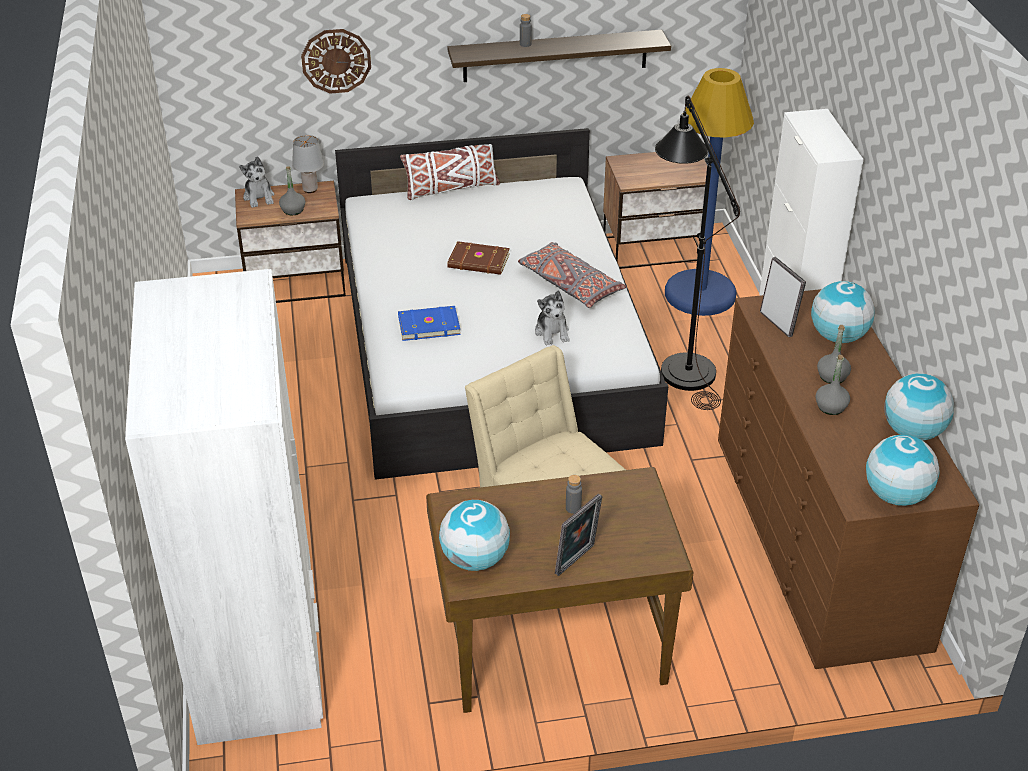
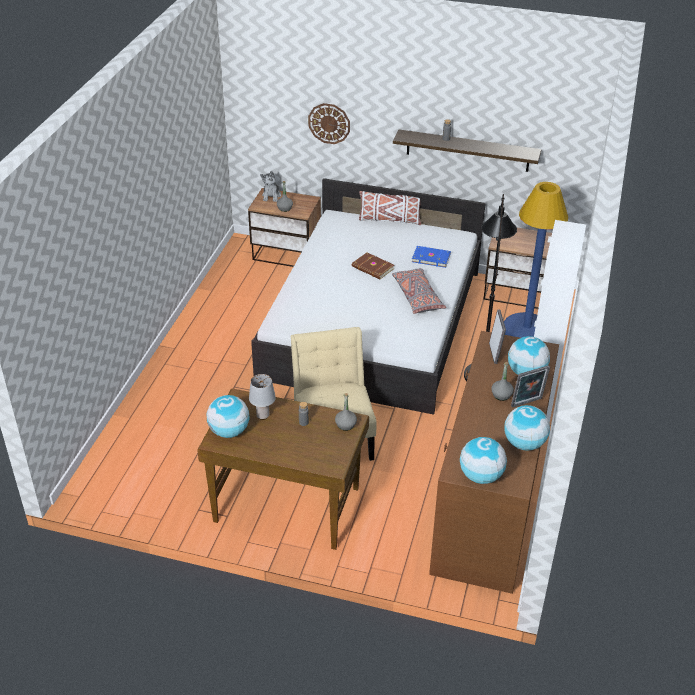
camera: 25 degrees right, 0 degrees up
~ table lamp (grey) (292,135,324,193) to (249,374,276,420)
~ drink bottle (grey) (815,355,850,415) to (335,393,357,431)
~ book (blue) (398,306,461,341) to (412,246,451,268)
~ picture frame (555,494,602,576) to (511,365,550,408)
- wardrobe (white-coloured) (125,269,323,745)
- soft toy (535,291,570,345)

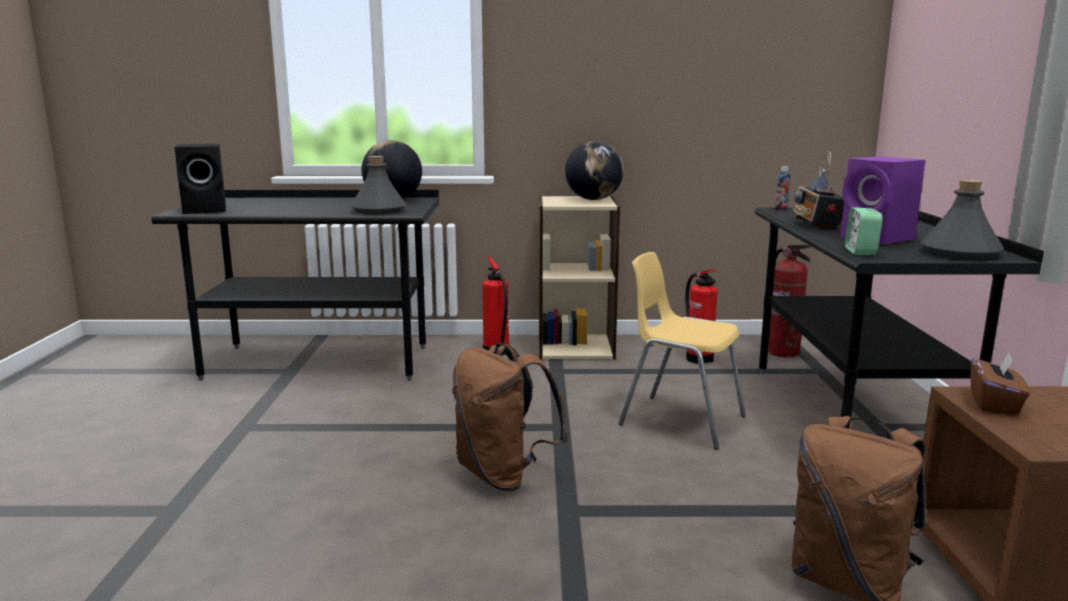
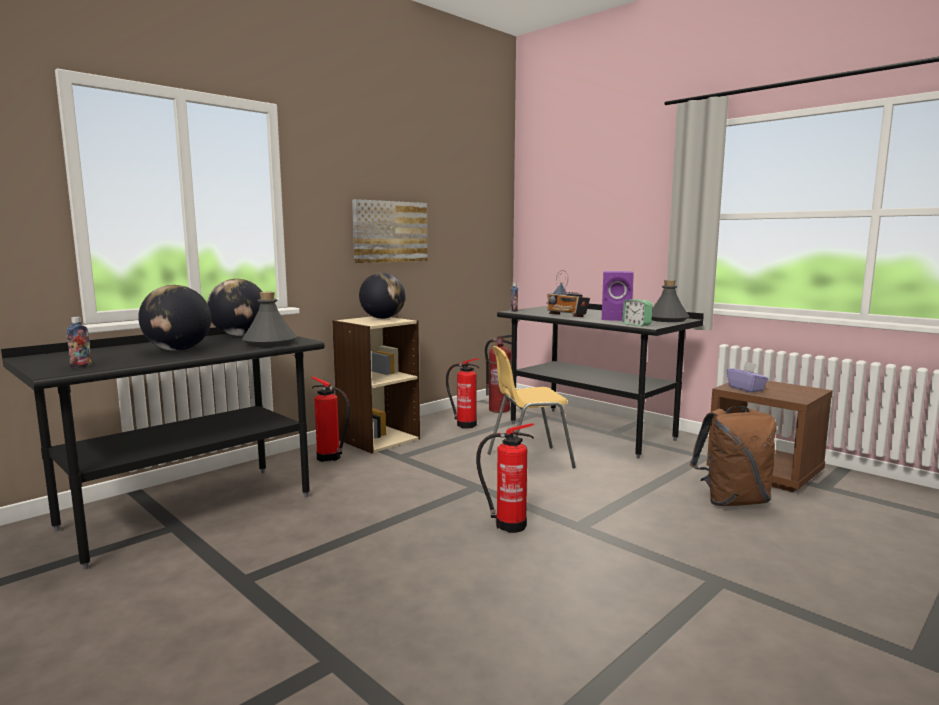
camera: 45 degrees left, 5 degrees down
~ loudspeaker (black-coloured) (174,143,226,214) to drink bottle (67,317,92,368)
+ globe (138,285,211,351)
+ wall picture (352,199,428,263)
~ backpack (brown-coloured) (452,343,568,491) to fire-fighting cylinder (476,423,534,533)
~ box of tissues (brown-coloured) (970,353,1030,415) to box of tissues (purple) (727,361,768,393)

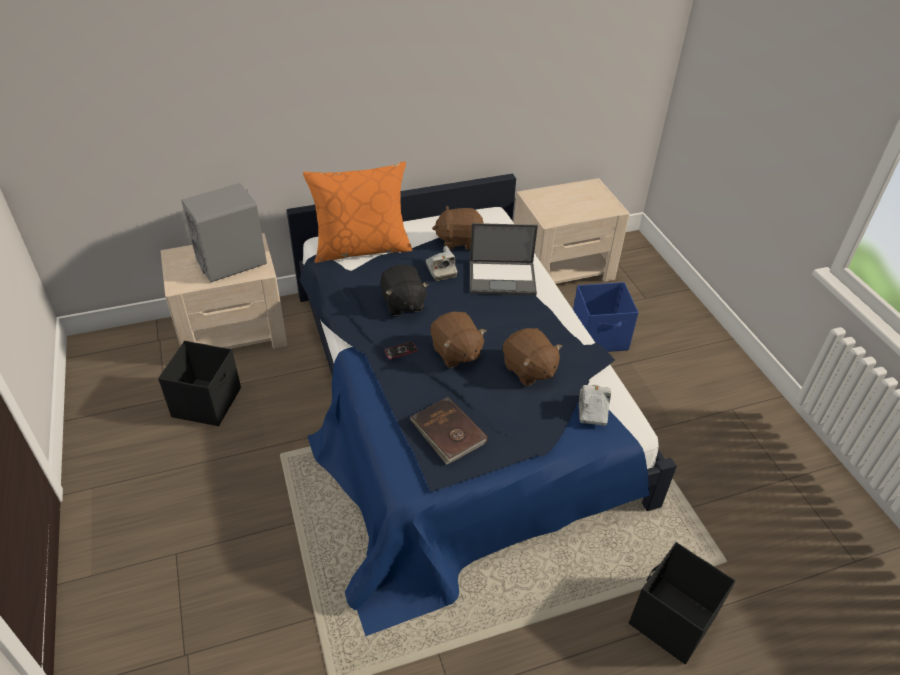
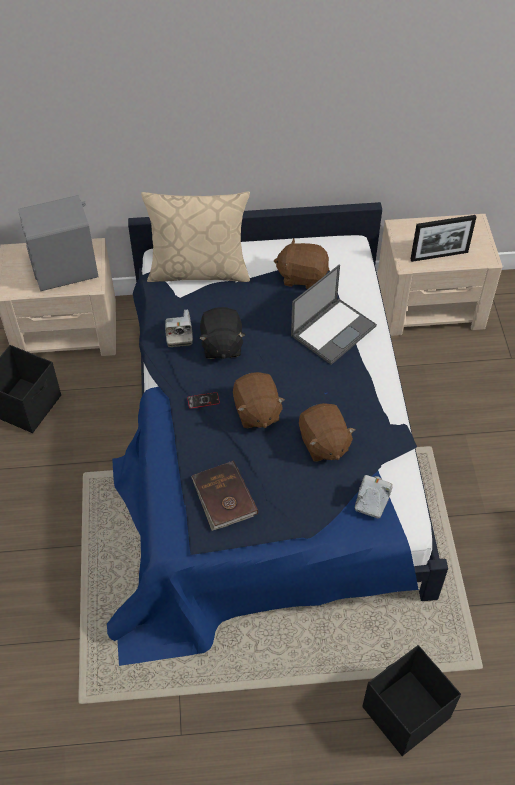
camera: 15 degrees right, 10 degrees up
~ throw pillow (orangey) (303,161,413,263) to throw pillow (sand-coloured) (141,192,250,282)
~ photo camera (426,246,457,281) to (165,310,193,347)
~ notebook computer (470,223,538,295) = (291,264,377,365) 60 degrees counterclockwise
+ picture frame (410,215,476,262)
- storage container (blue) (573,282,639,352)

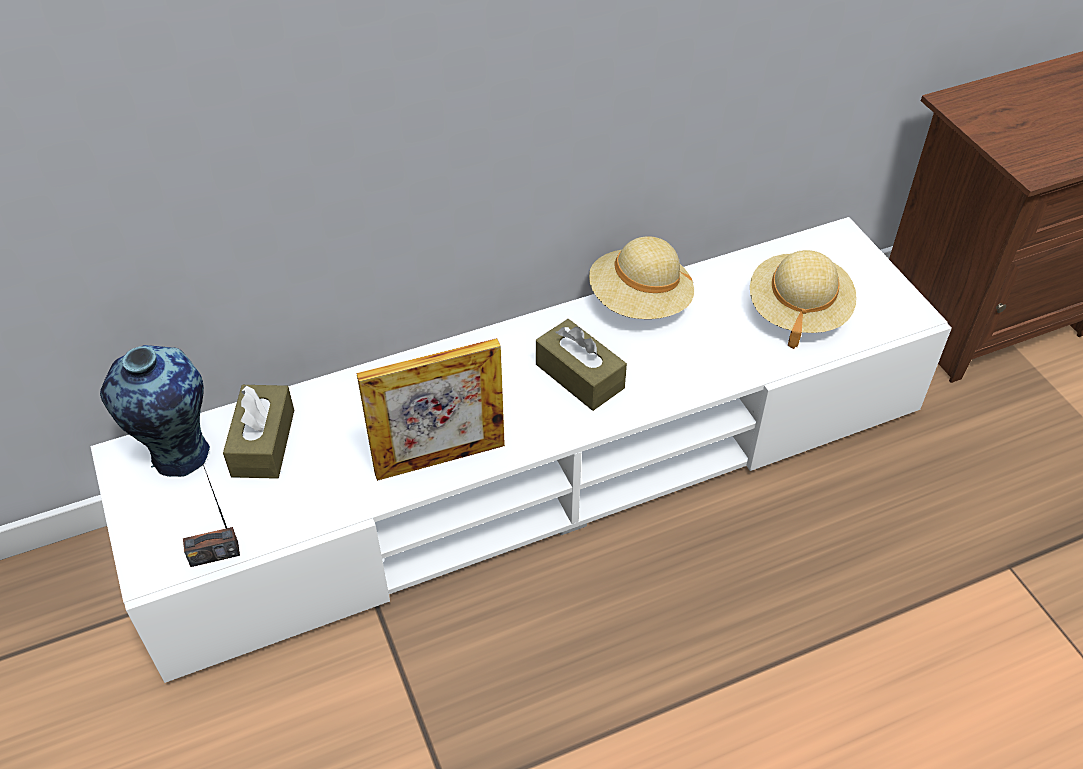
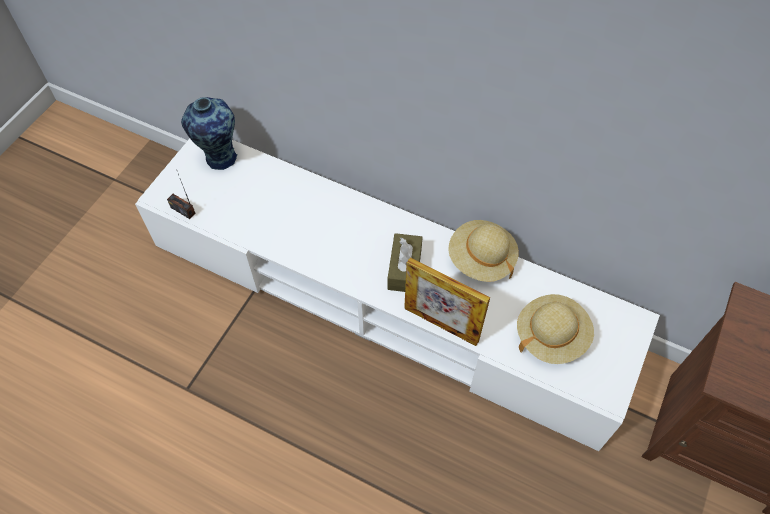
camera: 50 degrees right, 10 degrees up
~ picture frame (356,338,505,481) to (404,257,490,346)
- box of tissues (brown-coloured) (223,385,294,479)

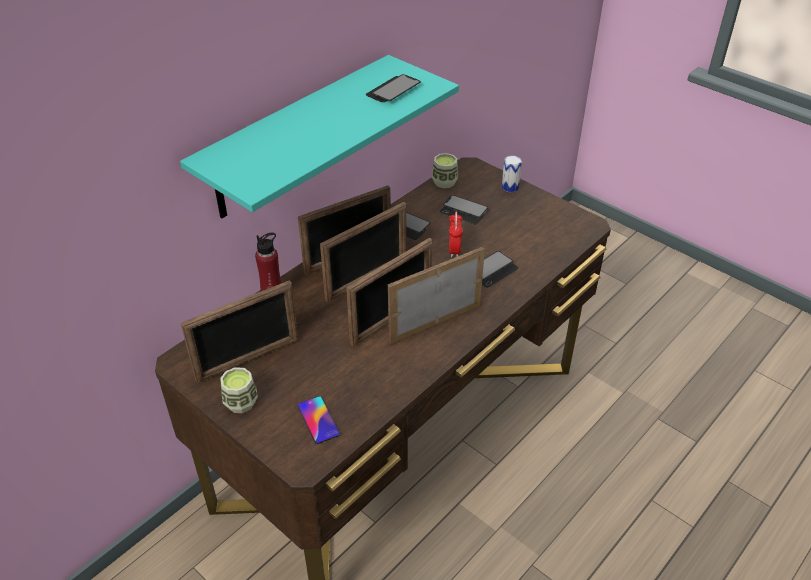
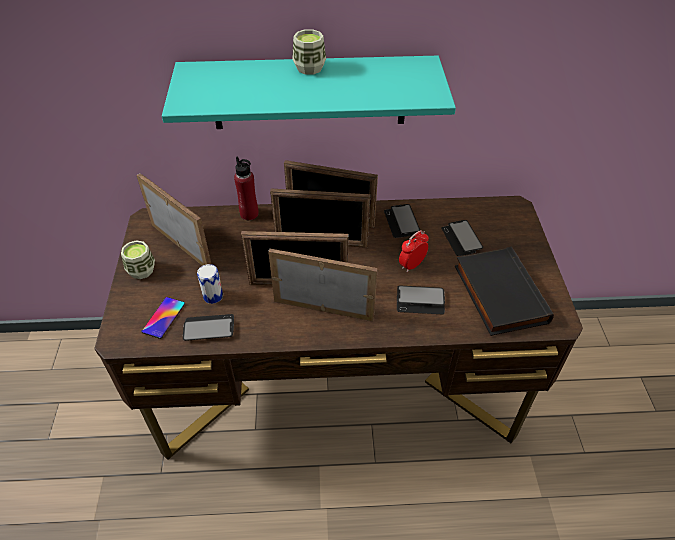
camera: 45 degrees right, 5 degrees up
~ picture frame (181,280,299,383) = (136,173,211,266) 150 degrees counterclockwise
~ handset (366,74,421,102) to (183,314,234,341)
~ metal can (502,155,522,192) to (197,264,223,304)
~ drinking cup (432,153,458,188) to (292,29,326,75)
+ book (black-coloured) (455,247,554,336)

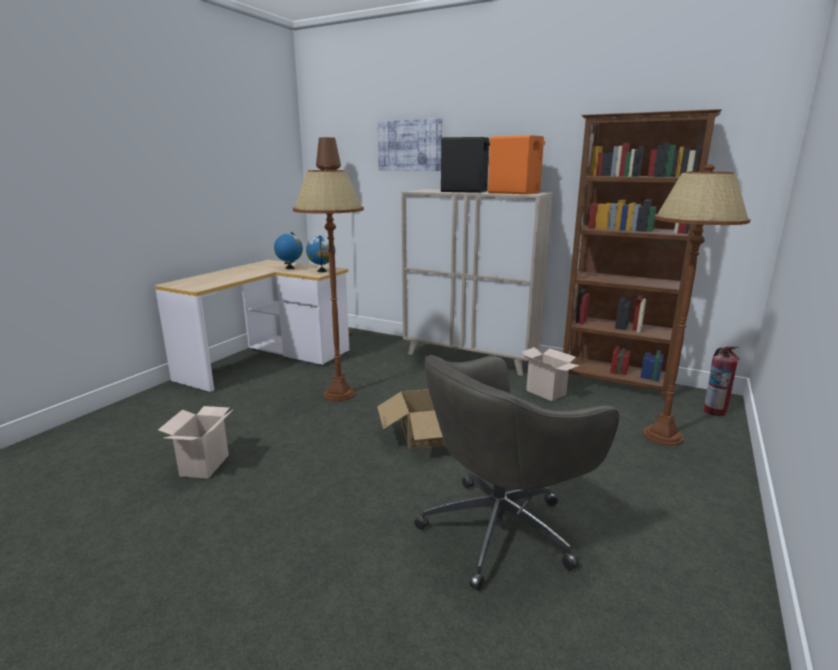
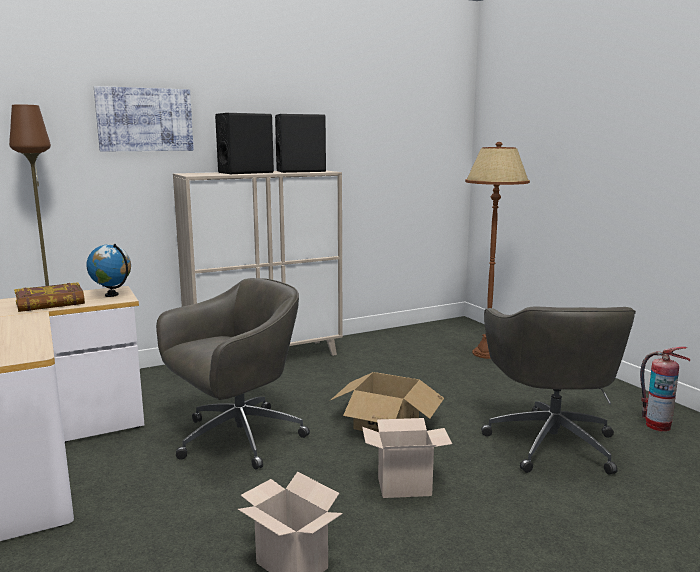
camera: 55 degrees left, 5 degrees down
~ globe (274,232,303,269) to book (14,282,85,312)
~ standard lamp (brown-coloured) (293,164,364,401) to desk chair (grey) (156,278,310,470)
~ loudspeaker (orangey) (488,135,545,194) to loudspeaker (black-coloured) (275,114,326,173)
~ carton (521,347,580,401) to (362,418,452,498)
~ fire-fighting cylinder (704,346,739,416) to (640,347,690,431)
- bookcase (brown-coloured) (563,109,722,400)

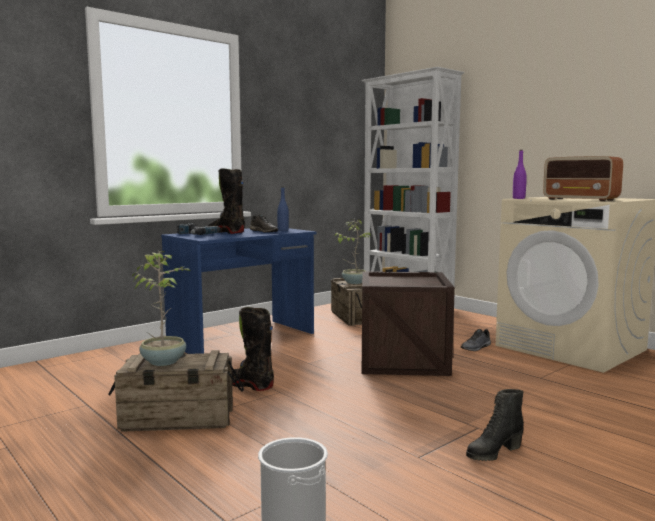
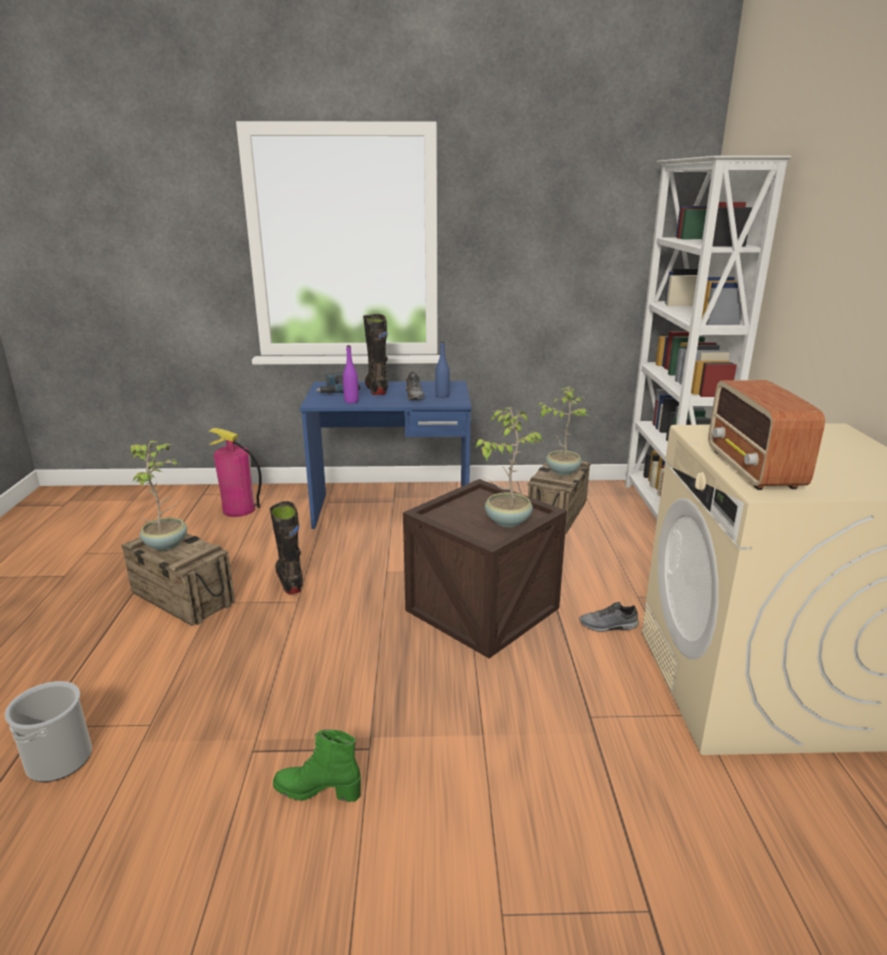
camera: 40 degrees right, 15 degrees up
+ fire-fighting cylinder (208,428,262,517)
~ boot (black-coloured) (466,389,524,461) to boot (green) (273,729,361,802)
~ drink bottle (purple) (513,150,527,199) to (343,345,359,403)
+ houseplant (476,407,543,527)

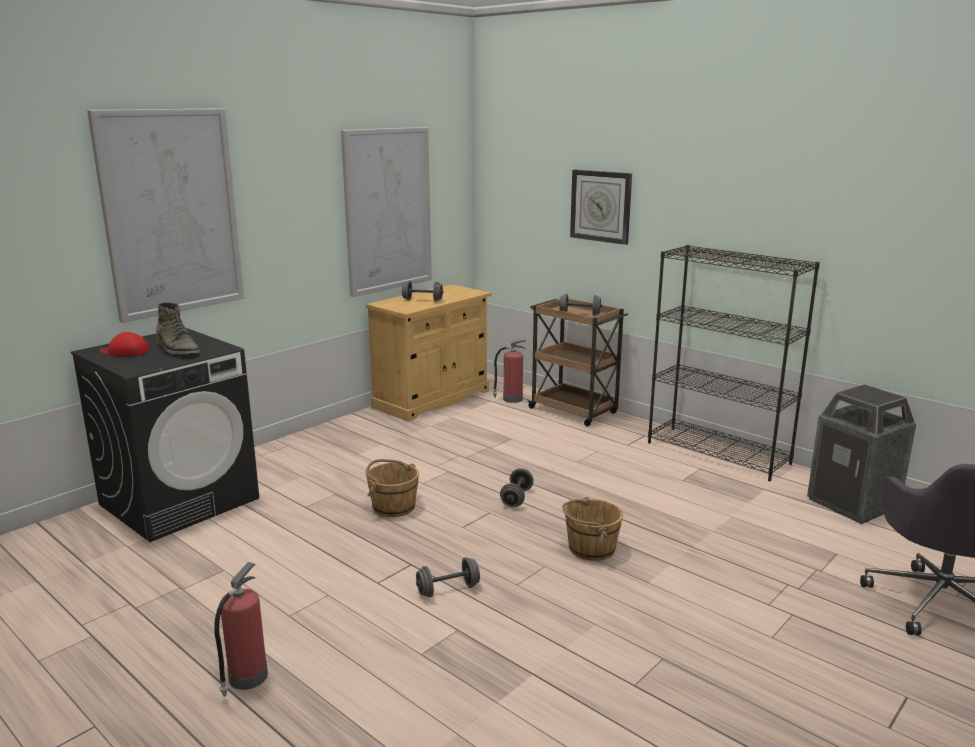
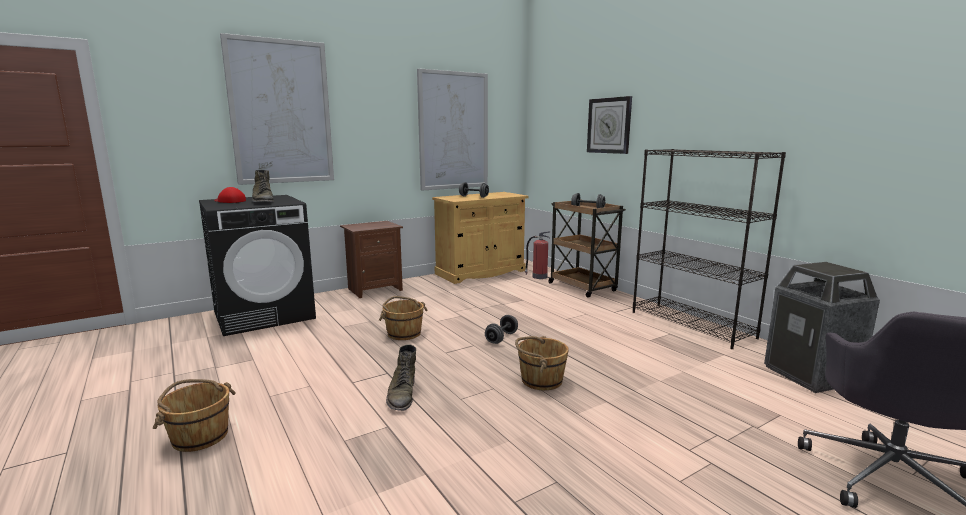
camera: 15 degrees right, 5 degrees down
~ fire-fighting cylinder (214,562,268,697) to pail (brown-coloured) (152,379,236,452)
+ bedside table (brown-coloured) (340,221,403,298)
~ free weight (grey) (416,557,480,597) to boot (green) (386,344,416,411)

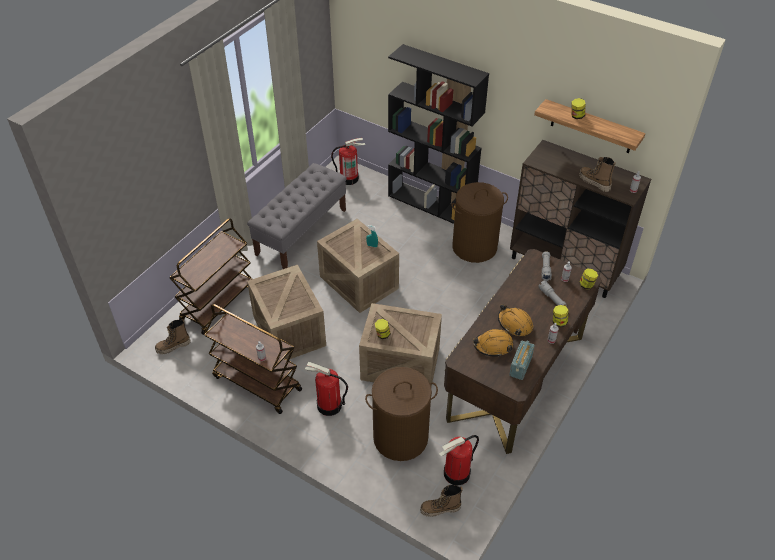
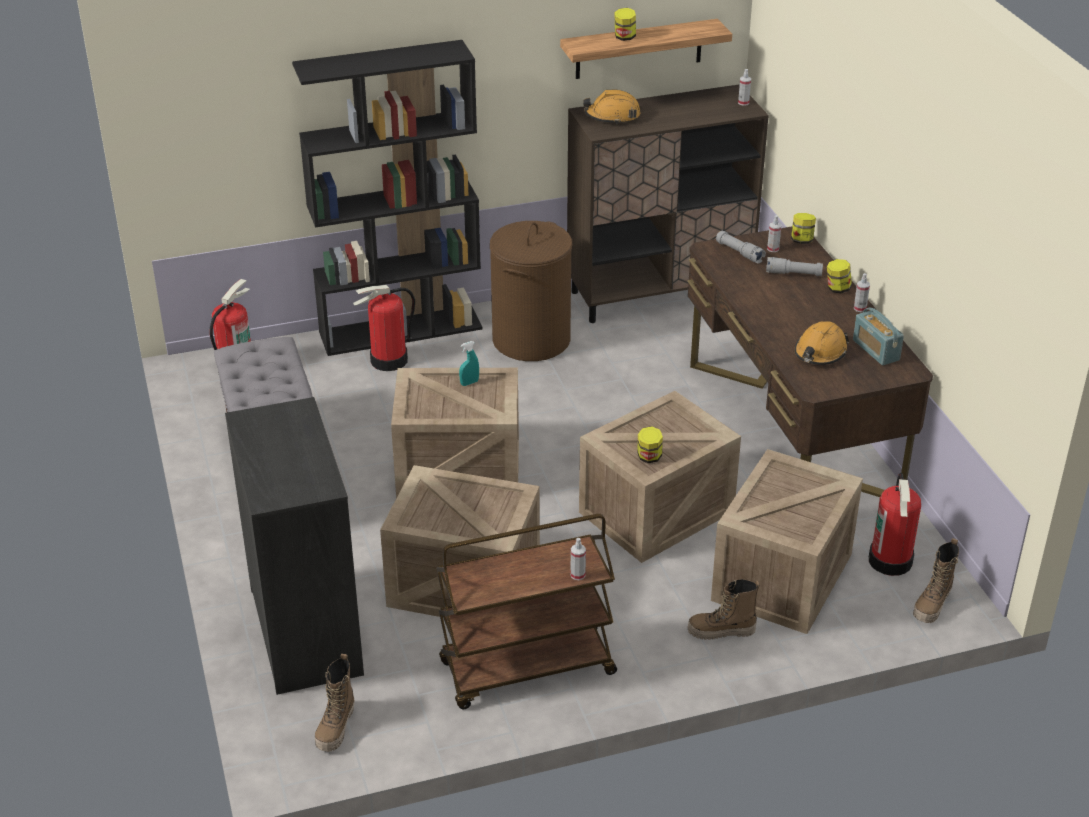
camera: 50 degrees left, 10 degrees down
~ trolley (brown-coloured) (169,218,252,335) to chest of drawers (black-coloured) (225,397,364,695)
~ fire-fighting cylinder (305,362,348,416) to (353,285,415,371)
~ hard hat (orangey) (498,304,533,337) to (583,90,640,125)
~ boot (579,157,616,192) to (687,579,760,640)
~ laundry basket (brown-coloured) (365,367,438,461) to crate (711,449,863,634)

